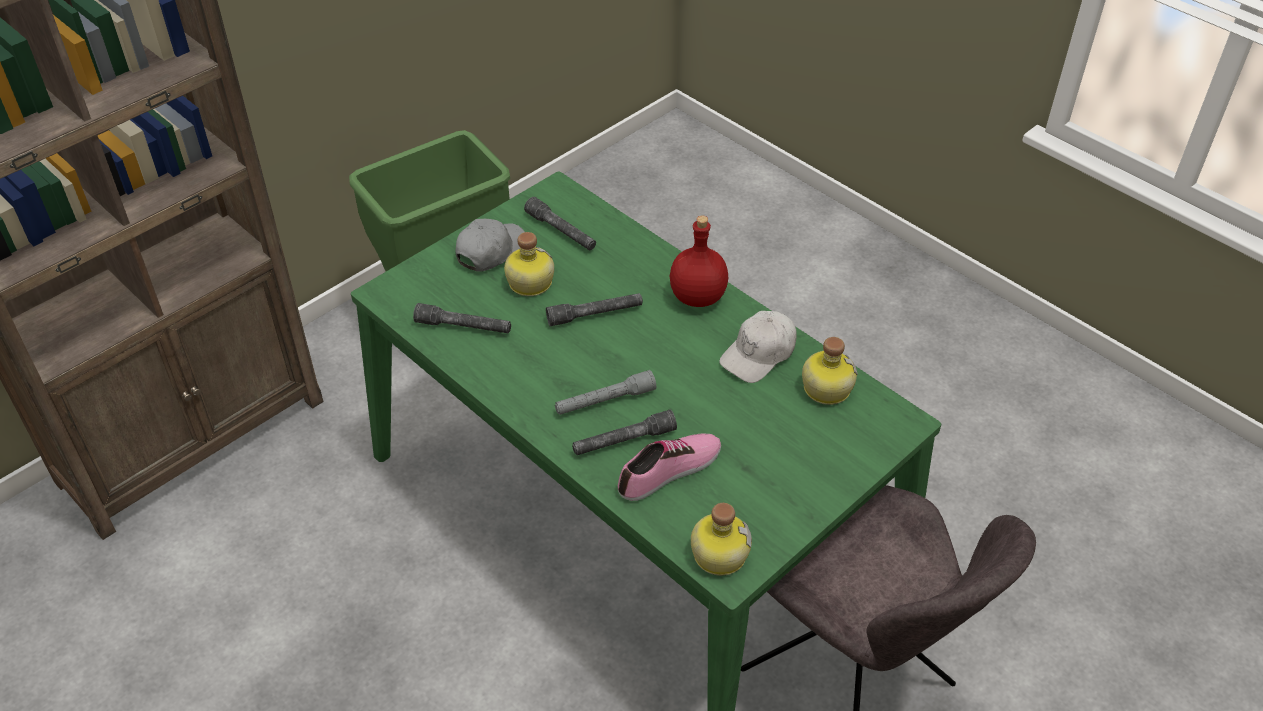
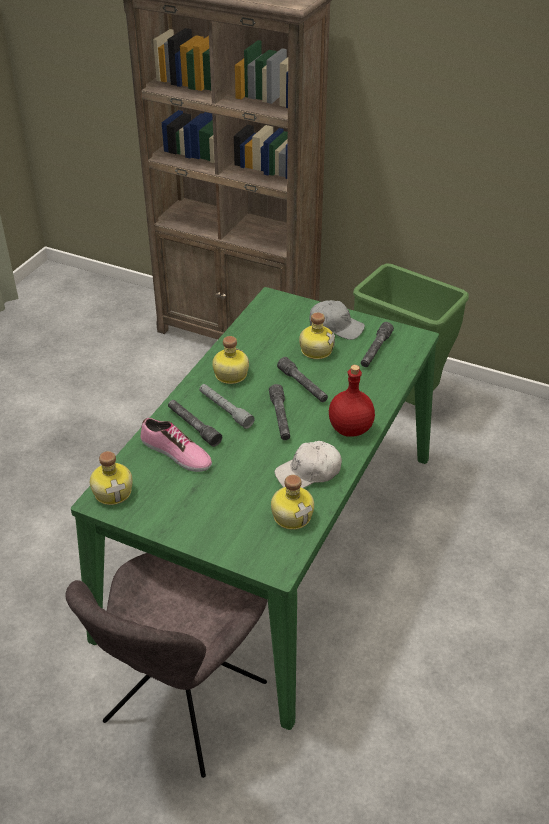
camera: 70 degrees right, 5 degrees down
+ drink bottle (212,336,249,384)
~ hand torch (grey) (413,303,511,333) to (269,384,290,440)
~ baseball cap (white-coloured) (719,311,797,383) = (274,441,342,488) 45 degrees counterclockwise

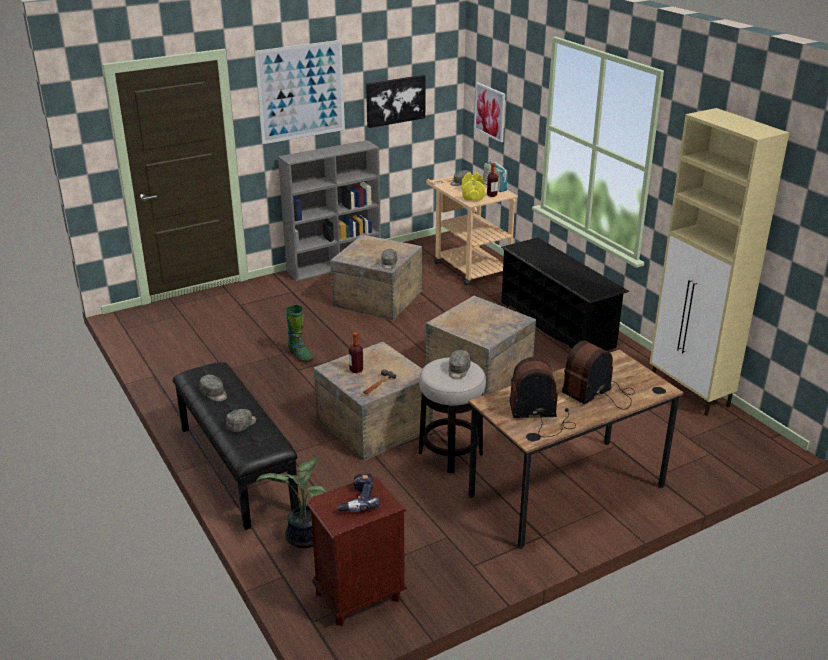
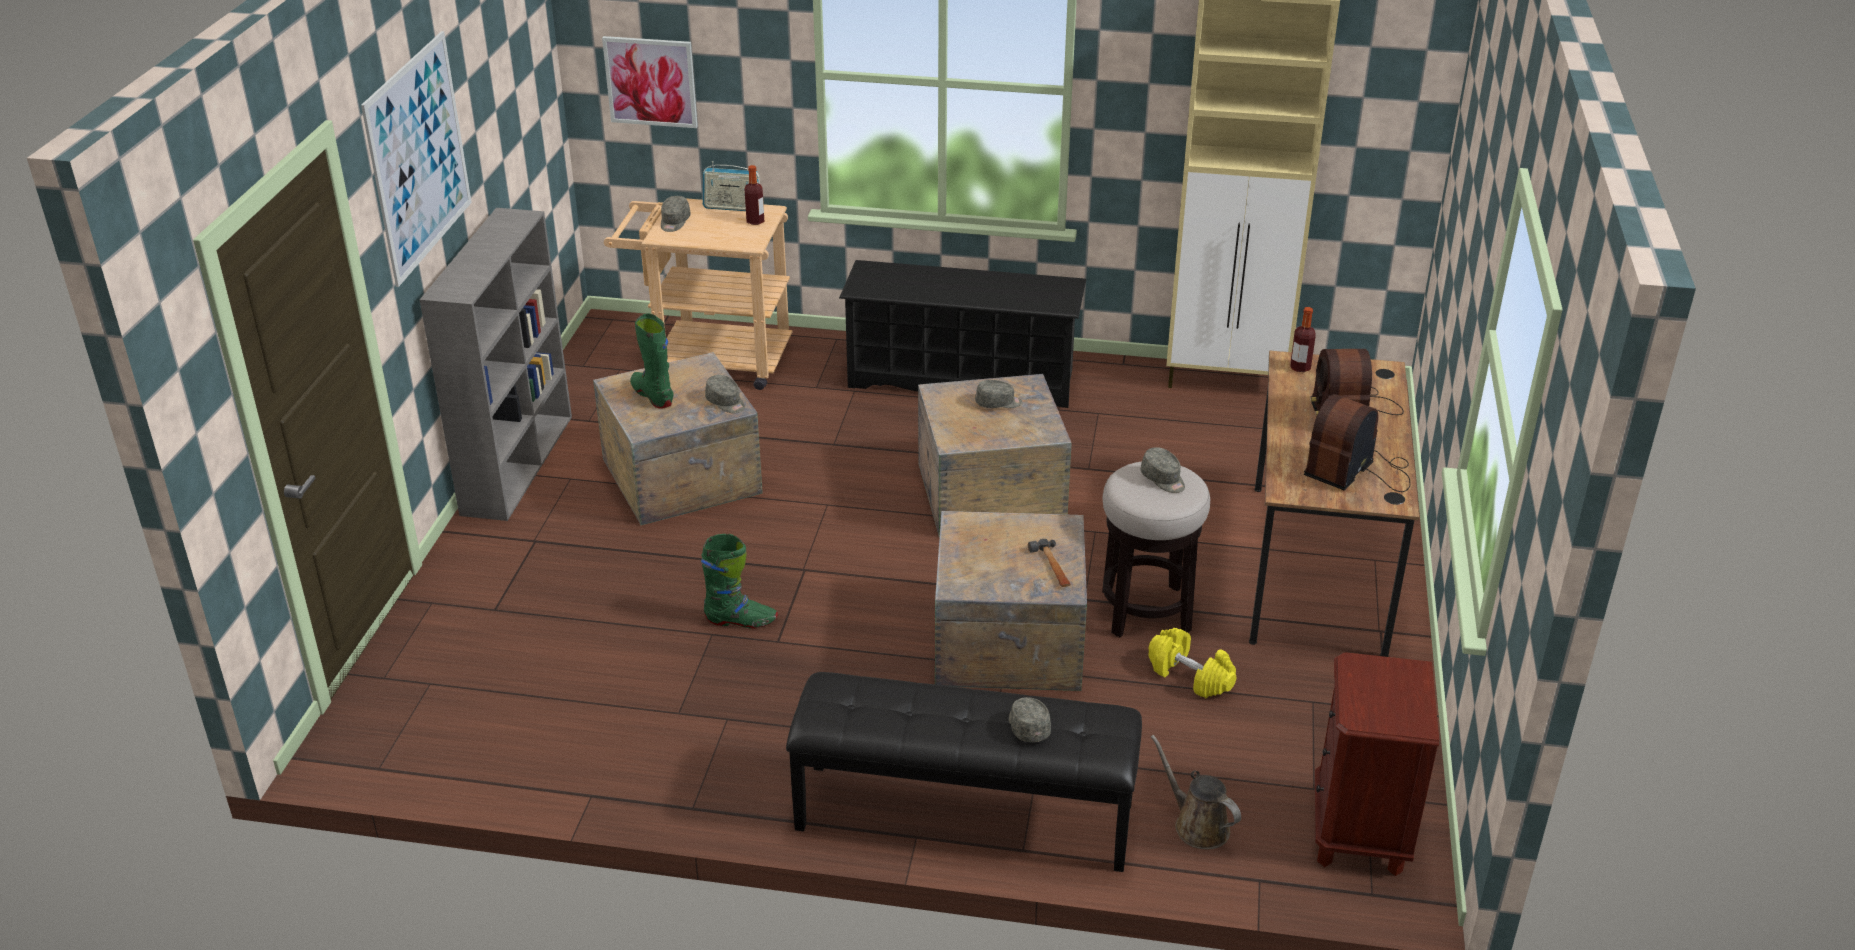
camera: 50 degrees left, 5 degrees up
+ boot (green) (630,313,674,409)
~ baseball cap (grey) (199,375,227,401) to (975,380,1022,408)
~ free weight (yellow) (462,172,485,200) to (1149,628,1236,698)
~ houseplant (256,457,328,548) to watering pot (brown-coloured) (1151,735,1241,849)
~ drink bottle (349,332,363,373) to (1290,307,1315,372)
- drill (337,473,380,511)
- wall picture (366,75,426,128)

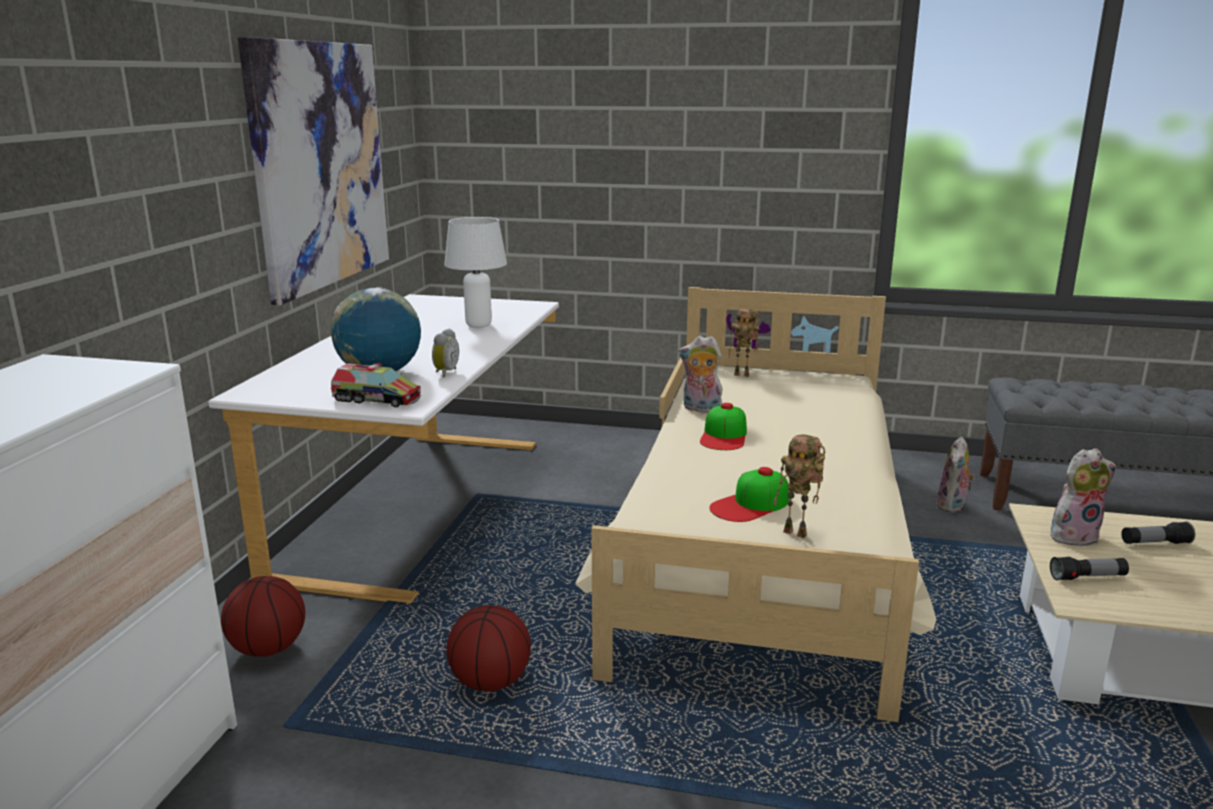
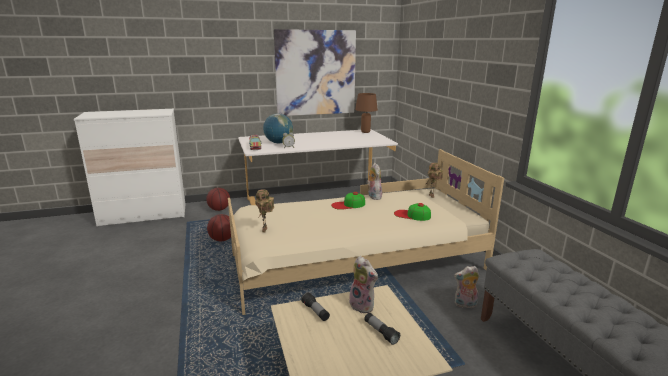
camera: 60 degrees right, 0 degrees up
+ table lamp (brown-coloured) (355,93,378,133)
~ baseball cap (709,467,789,522) to (394,203,431,221)
- table lamp (white-coloured) (444,217,507,328)

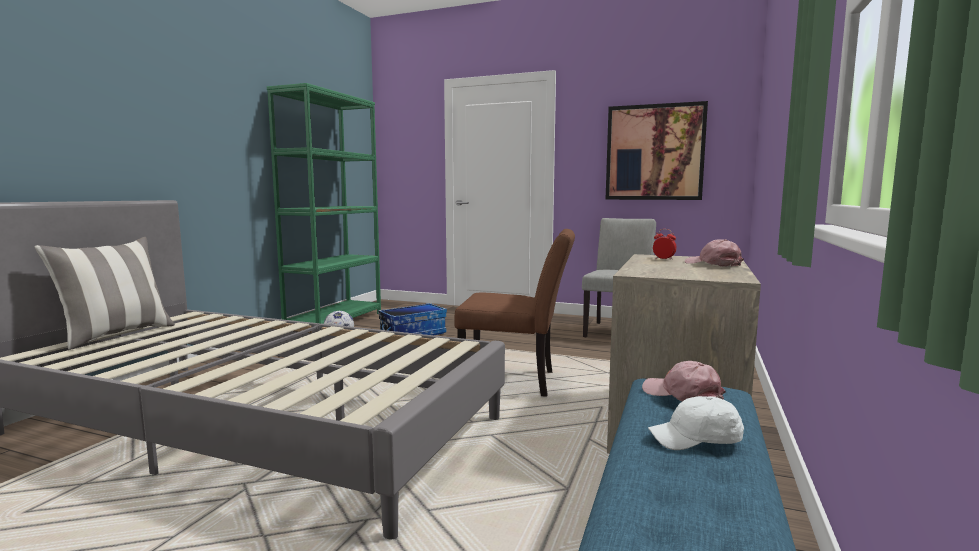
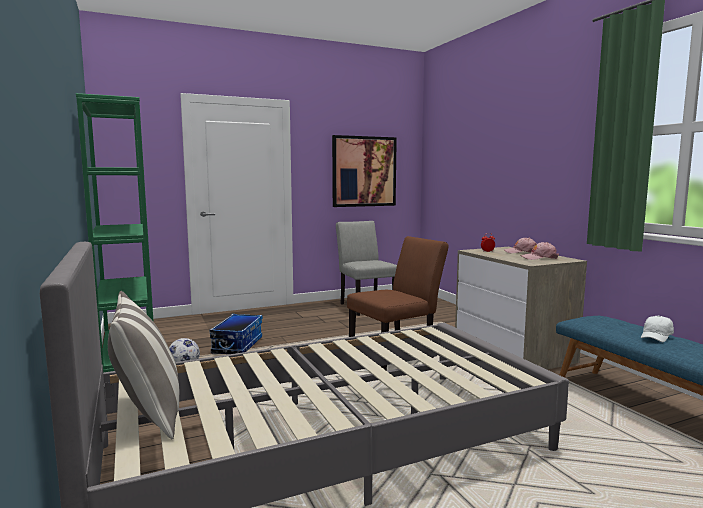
camera: 45 degrees left, 0 degrees up
~ baseball cap (pink-coloured) (642,361,726,401) to (520,242,559,260)

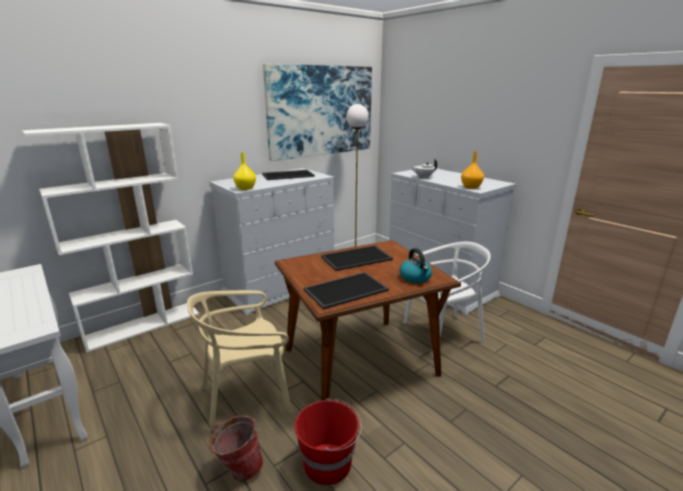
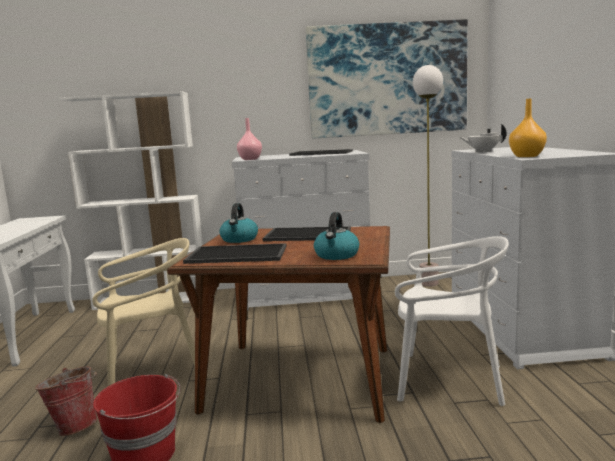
camera: 35 degrees right, 10 degrees down
~ plain chair (sand-coloured) (187,290,293,432) = (92,238,195,386) 150 degrees clockwise
+ kettle (219,203,258,243)
~ decorative vase (yellow) (233,152,256,190) to decorative vase (pink-coloured) (237,118,262,160)

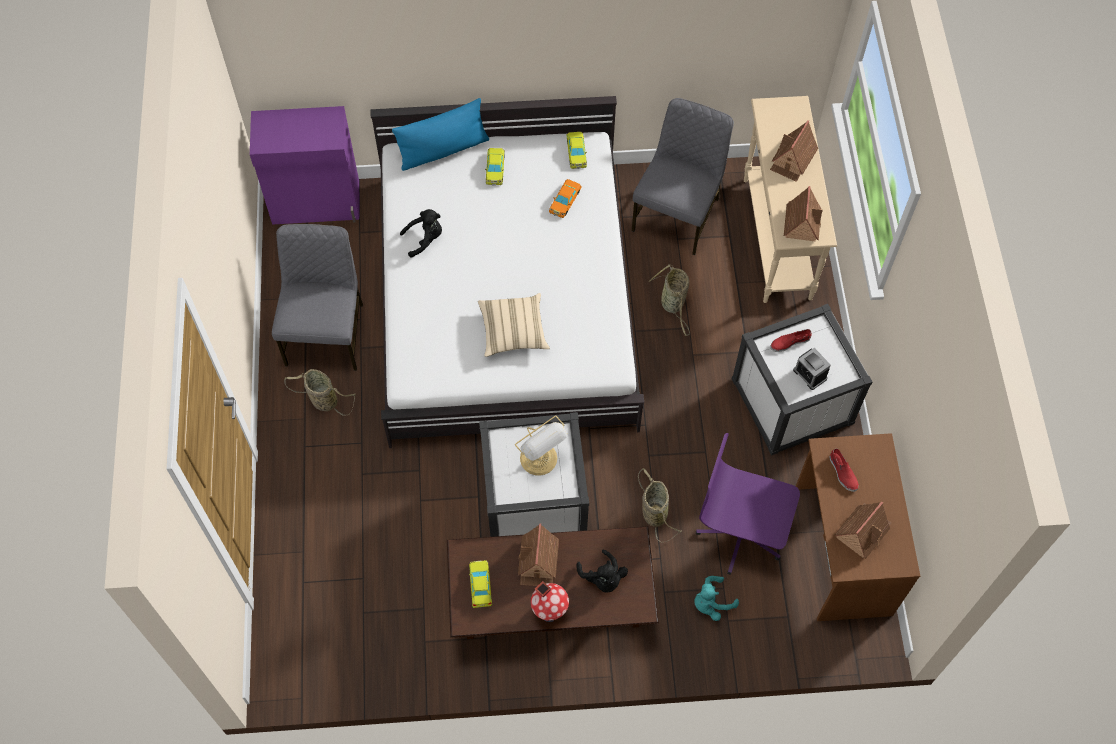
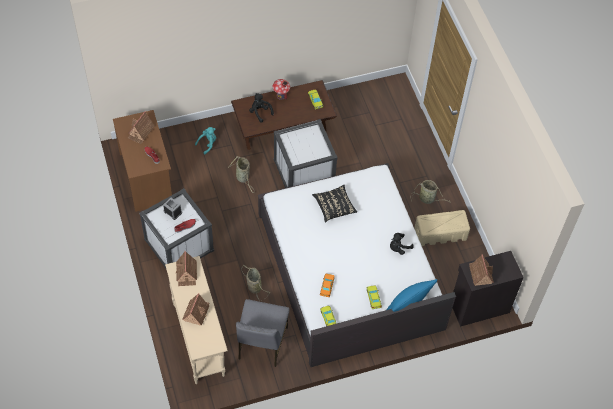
camera: 165 degrees right, 5 degrees down
~ throw pillow (sand-coloured) (478,293,550,357) to throw pillow (black-coloured) (312,185,357,223)
~ plain chair (grey) (272,224,363,371) to storage container (sand-coloured) (415,210,470,246)
~ storage cabinet (purple) (250,106,360,225) to storage cabinet (black-coloured) (453,251,524,327)
~ toy house (518,523,559,586) to (469,254,494,286)
- table lamp (515,416,567,476)
- desk chair (purple) (696,433,800,575)

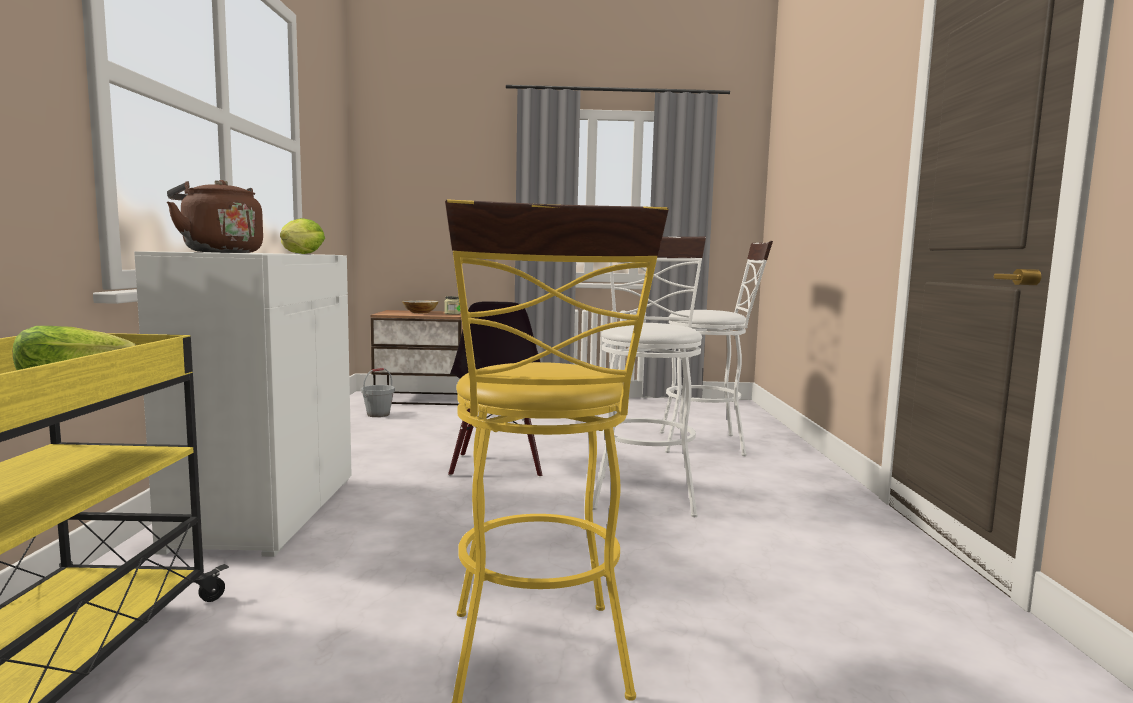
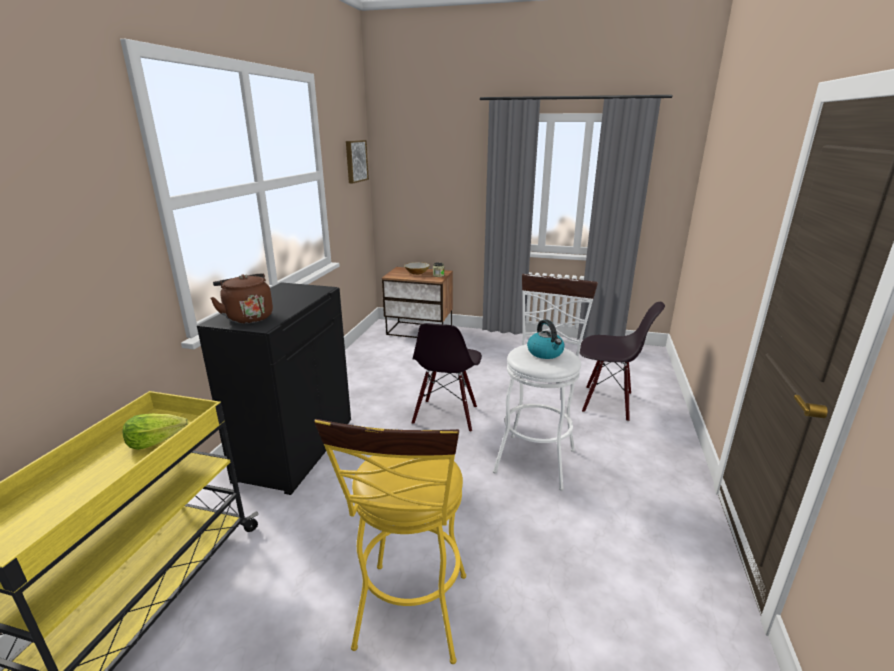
camera: 15 degrees right, 15 degrees up
~ storage cabinet (white-coloured) (134,251,352,557) to storage cabinet (black-coloured) (197,282,351,495)
+ wall picture (346,140,369,183)
+ kettle (527,319,565,359)
~ stool (white-coloured) (660,241,773,456) to plain chair (black-coloured) (580,302,665,422)
- lettuce head (280,218,325,254)
- pail (grey) (361,368,395,417)

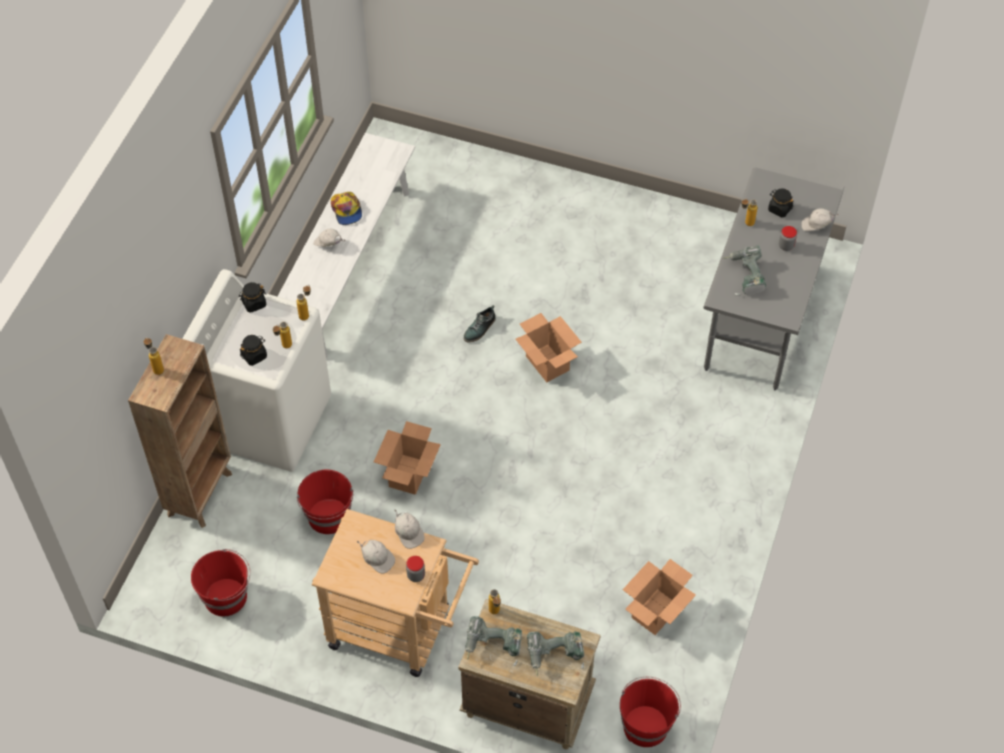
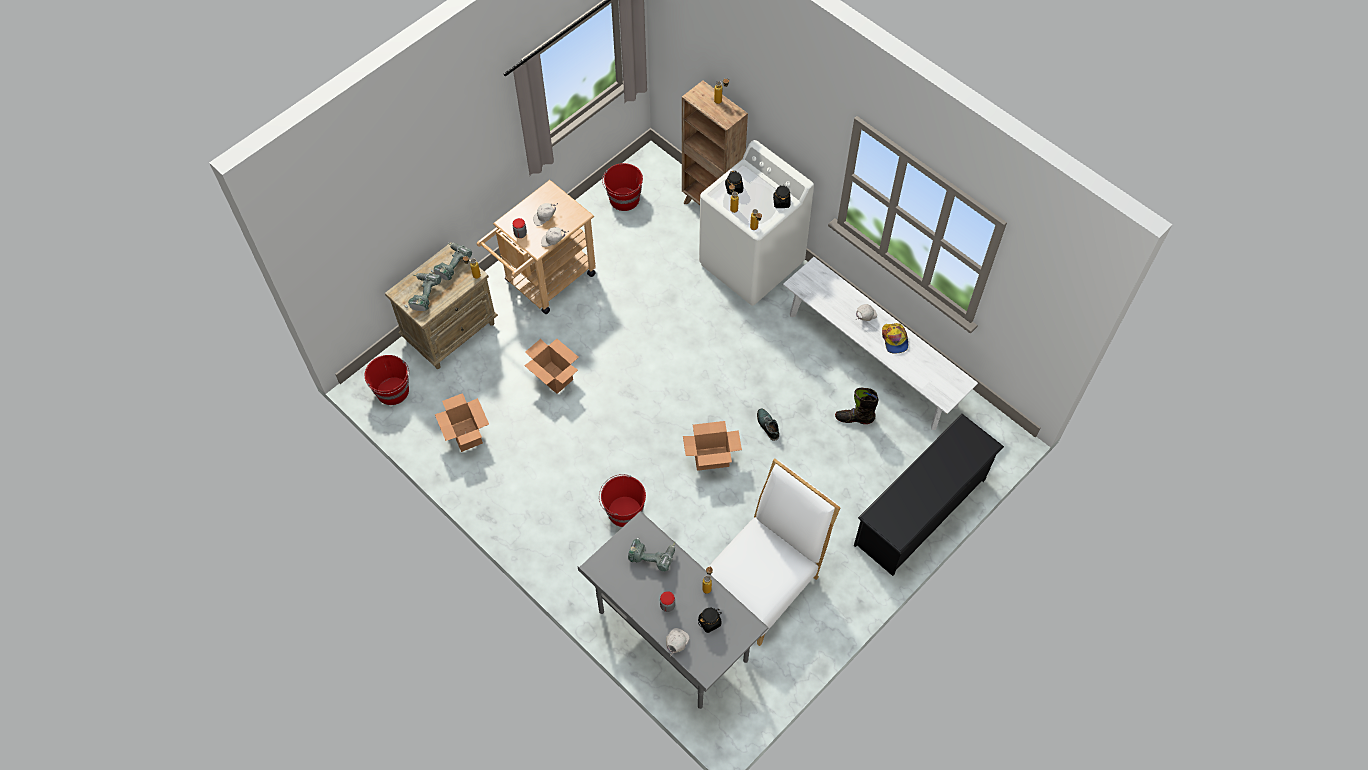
camera: 115 degrees right, 5 degrees up
~ carton (374,421,441,495) to (524,338,578,394)
~ pail (red-coloured) (297,470,353,534) to (599,474,646,527)
+ plain chair (white-coloured) (709,458,841,646)
+ boot (black-coloured) (835,387,879,424)
+ shoe stand (black-coloured) (854,414,1004,576)
~ baseball cap (331,192,362,225) = (882,323,908,354) 105 degrees counterclockwise

